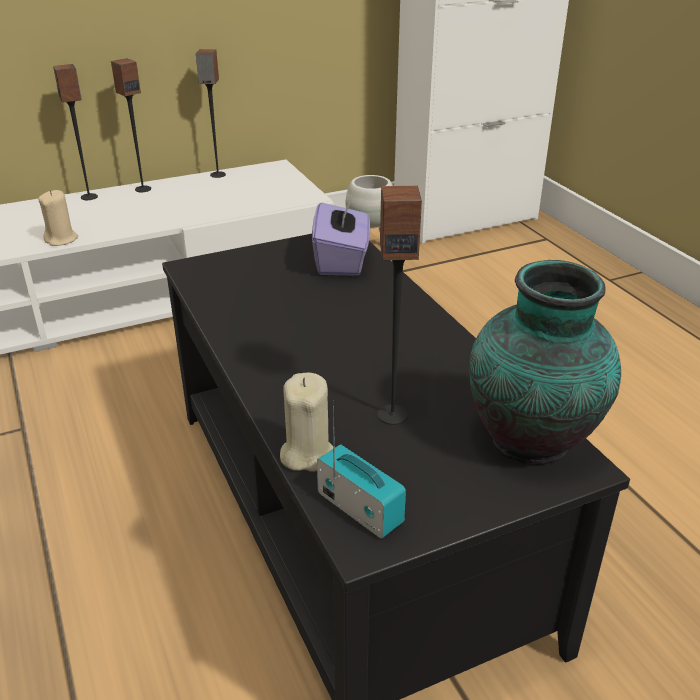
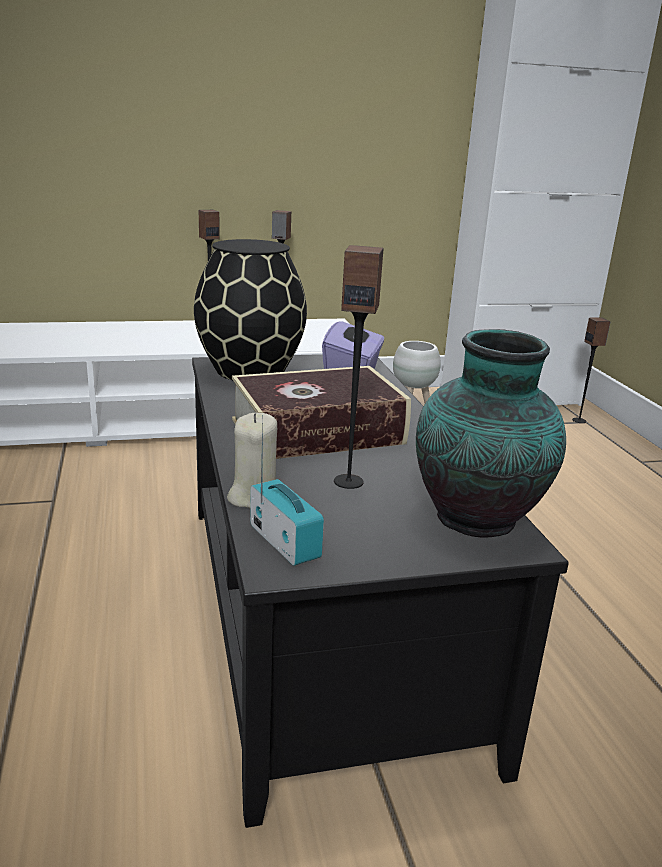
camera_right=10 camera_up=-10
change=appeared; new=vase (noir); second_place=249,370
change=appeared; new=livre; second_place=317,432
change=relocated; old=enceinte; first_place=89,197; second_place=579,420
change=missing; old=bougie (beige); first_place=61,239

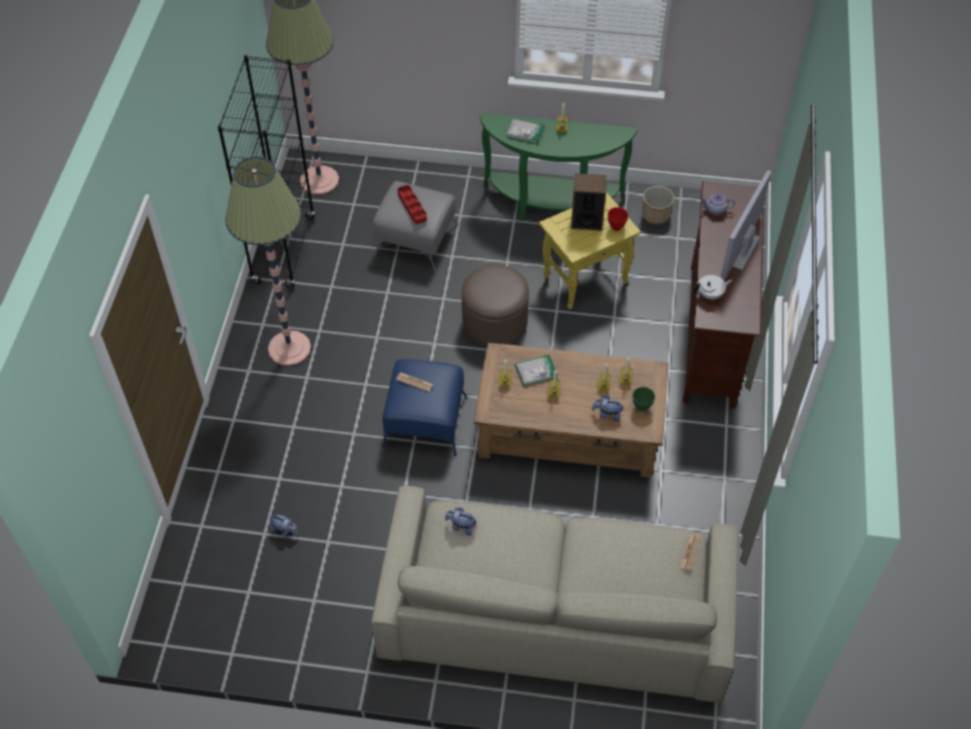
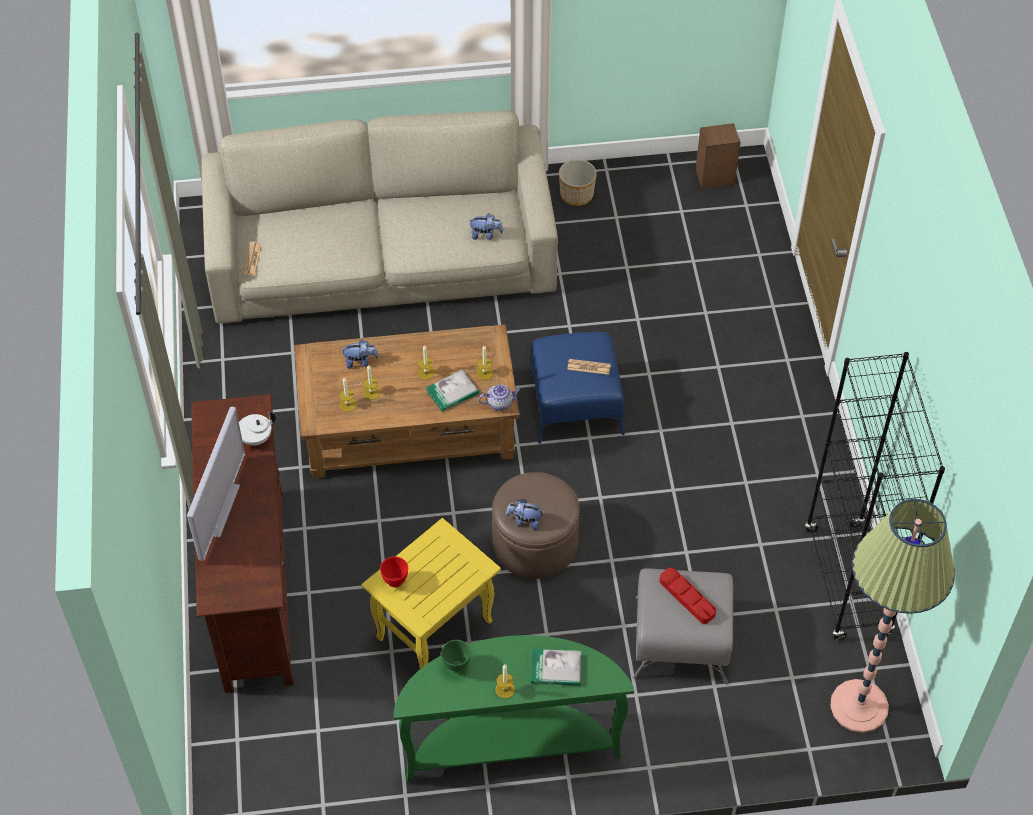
camera_right=165 camera_up=0
change=relocated; old=bol (vert); first_place=641,407; second_place=457,666
change=relocated; old=théière; first_place=715,210; second_place=500,403
change=relocated; old=peluche; first_place=285,531; second_place=525,521
change=relocated; old=cache-pot; first_place=655,215; second_place=577,194
change=relocated; old=enceinte; first_place=586,220; second_place=715,177
change=missing; old=lampadaire; first_place=289,348

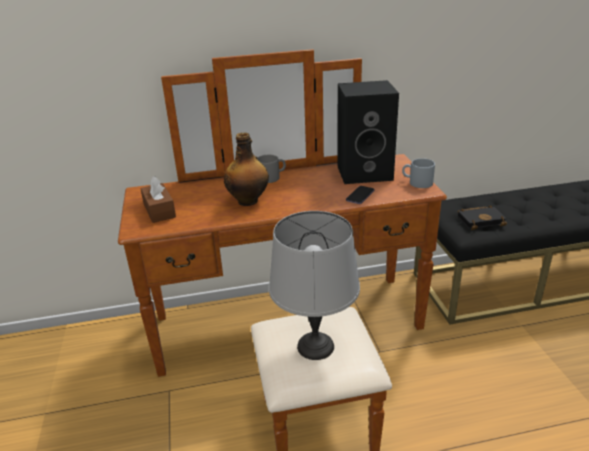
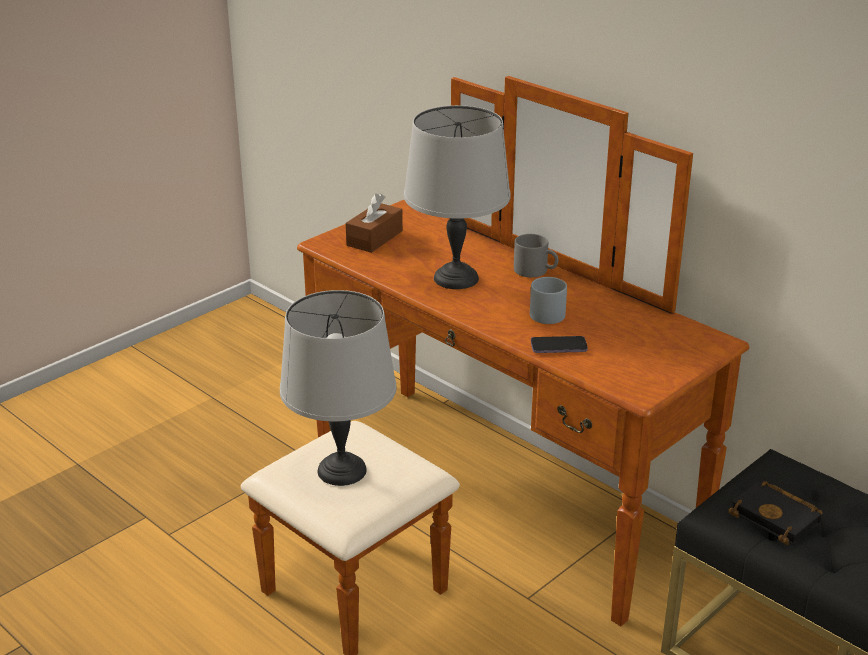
camera_right=55 camera_up=0
change=exchanged; old=bouteille; new=lampe de table (gris); first_place=248,201; second_place=456,279
change=relocated; old=mug (gris); first_place=416,183; second_place=545,312
change=missing; old=enceinte (noir); first_place=365,172

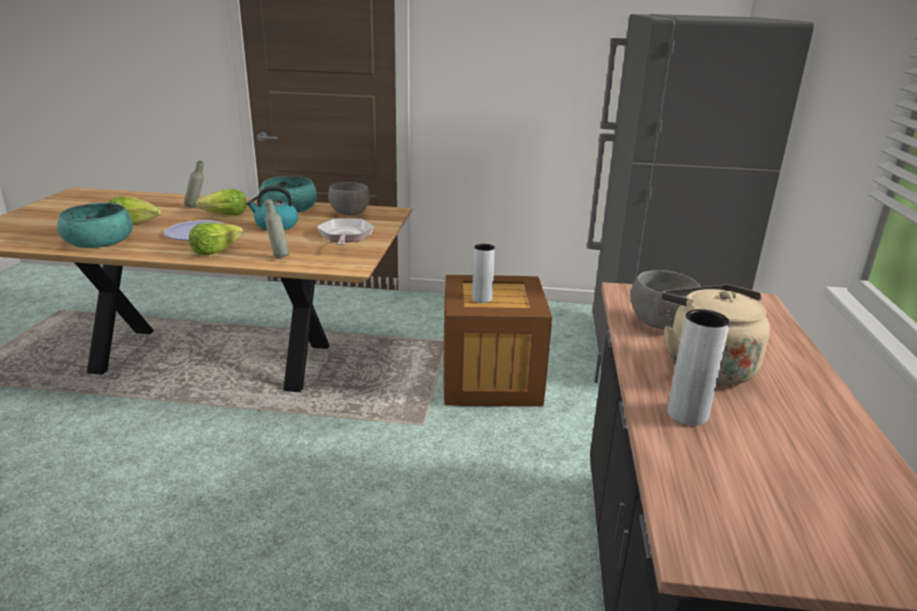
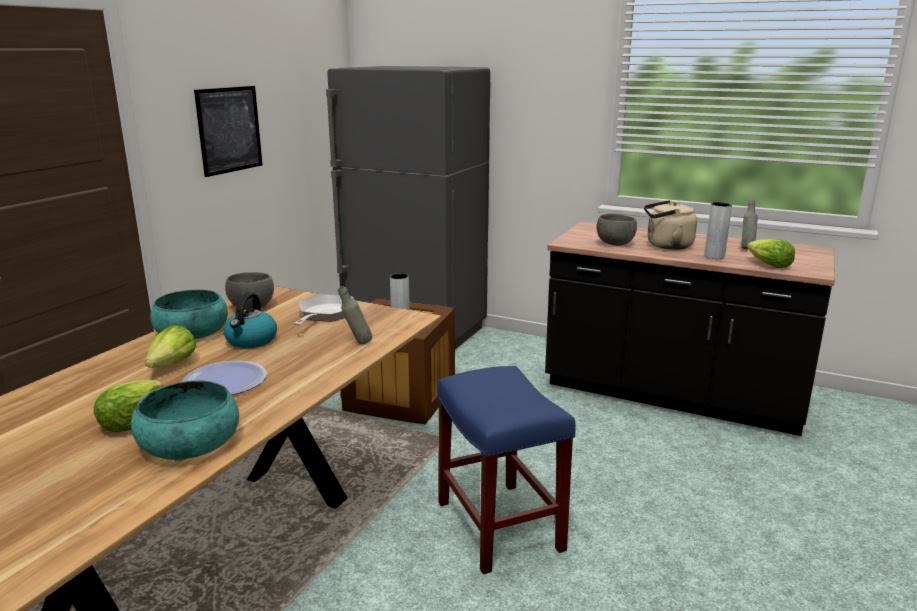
camera_right=-70 camera_up=-5
change=appeared; new=tableau; second_place=229,130
change=spun; old=poêle; first_place=345,236; second_place=325,314; degrees=90
change=appeared; new=tabouret (bleu); second_place=500,527
change=relocated; old=bouteille (gris); first_place=197,207; second_place=746,248
change=relocated; old=laitue; first_place=215,251; second_place=768,265

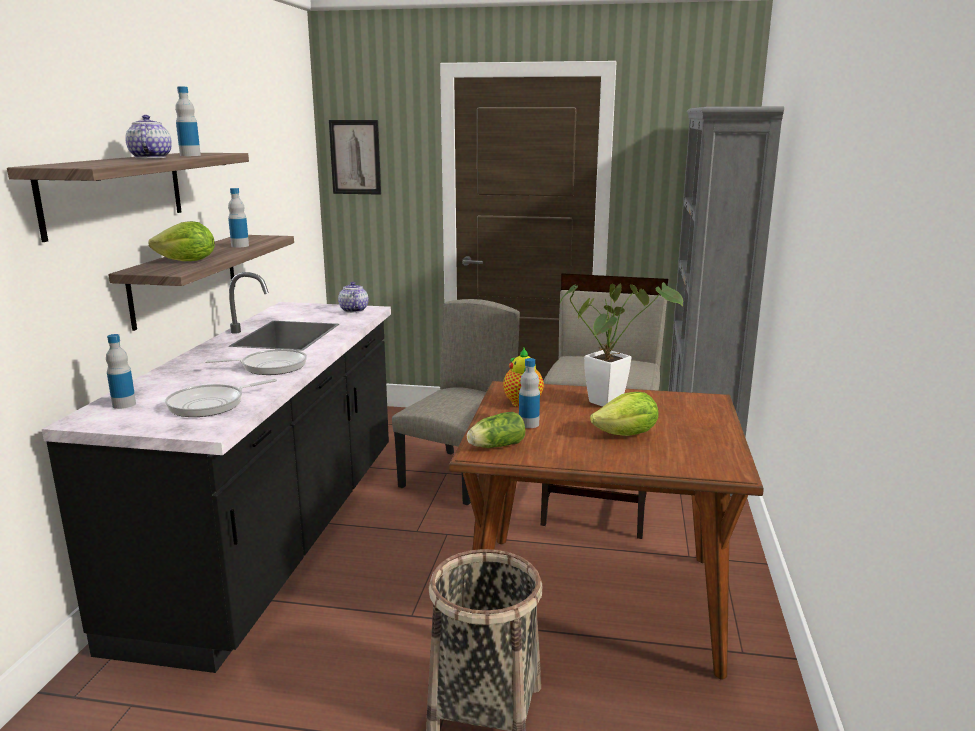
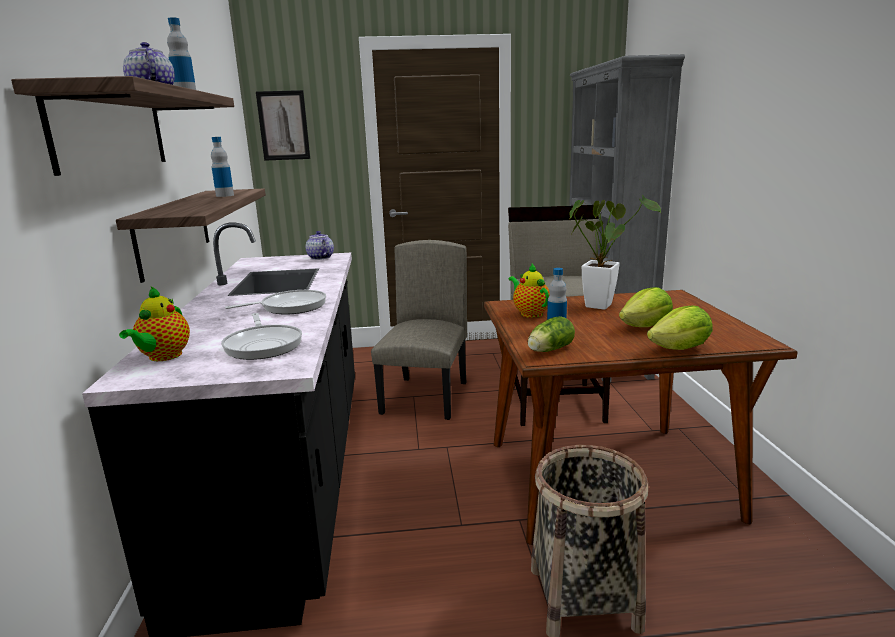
camera_right=-15 camera_up=0
change=exchanged; old=bouteille; new=théière; first_place=124,404; second_place=163,357
change=spun; old=poêle; first_place=211,404; second_place=263,345; degrees=-60
change=relocated; old=laitue; first_place=187,262; second_place=680,349

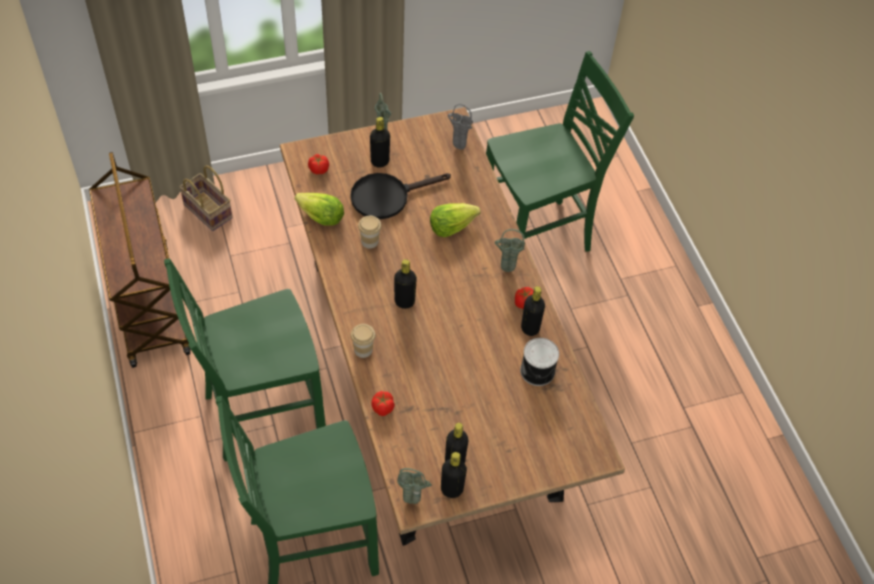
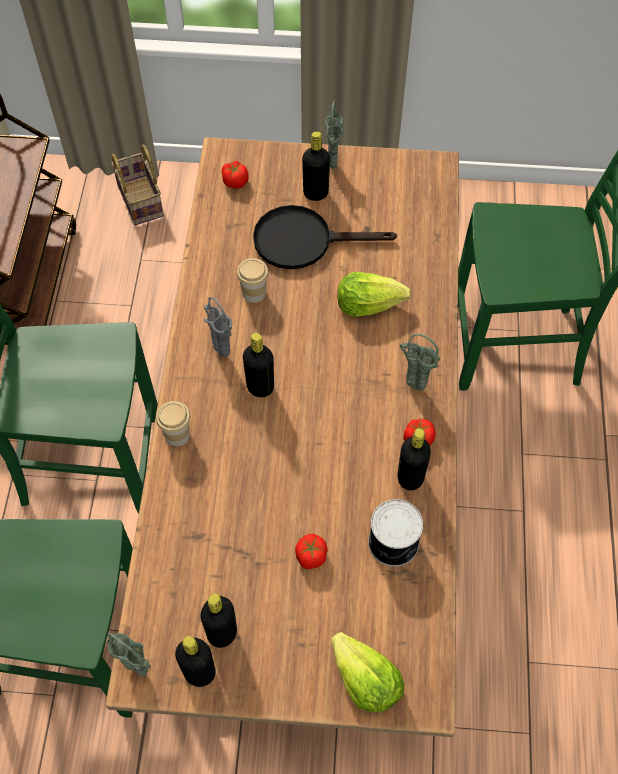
camera_right=25 camera_up=5
change=relocated; old=vase (gris); first_place=457,147; second_place=220,352
change=relocated; old=tomate; first_place=383,408; second_place=311,556
change=relocated; old=laitue; first_place=320,217; second_place=365,680

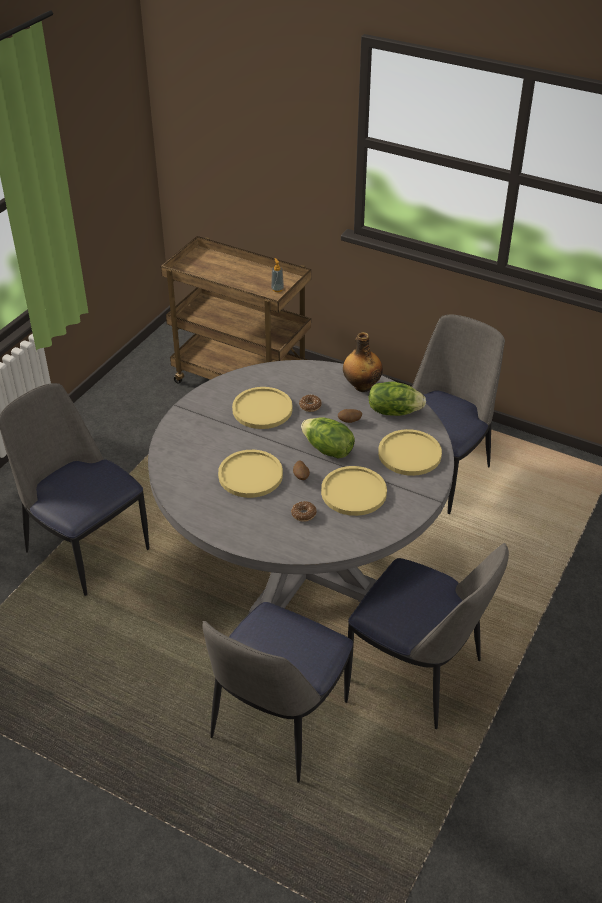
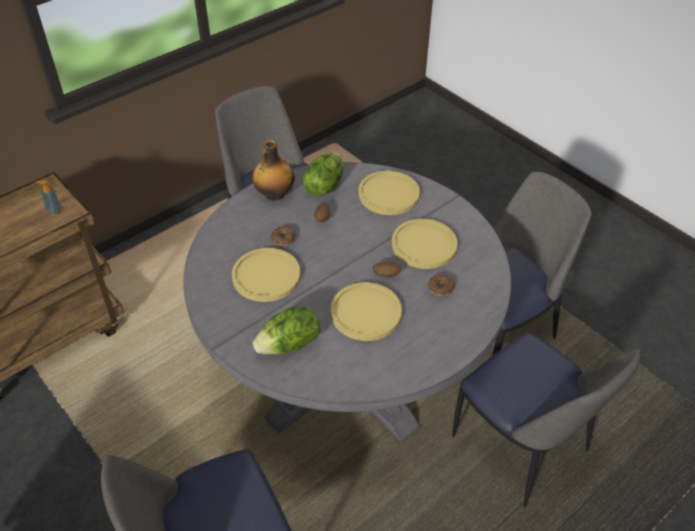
camera_right=-70 camera_up=5
change=relocated; old=laitue; first_place=327,450; second_place=289,344

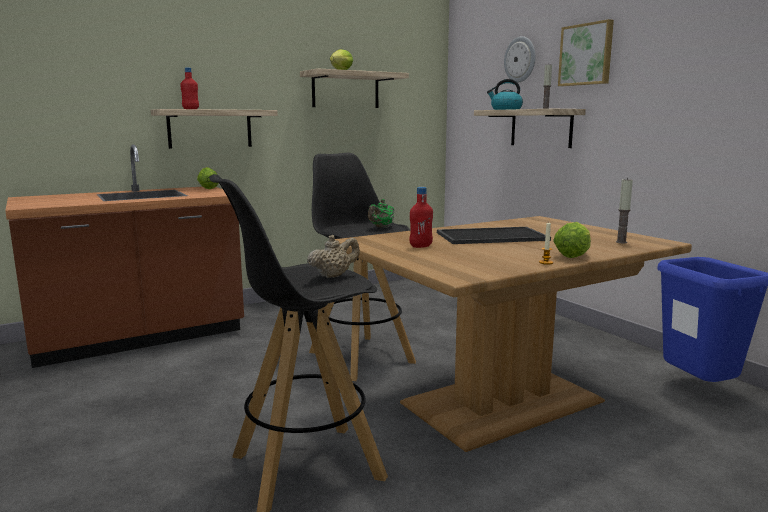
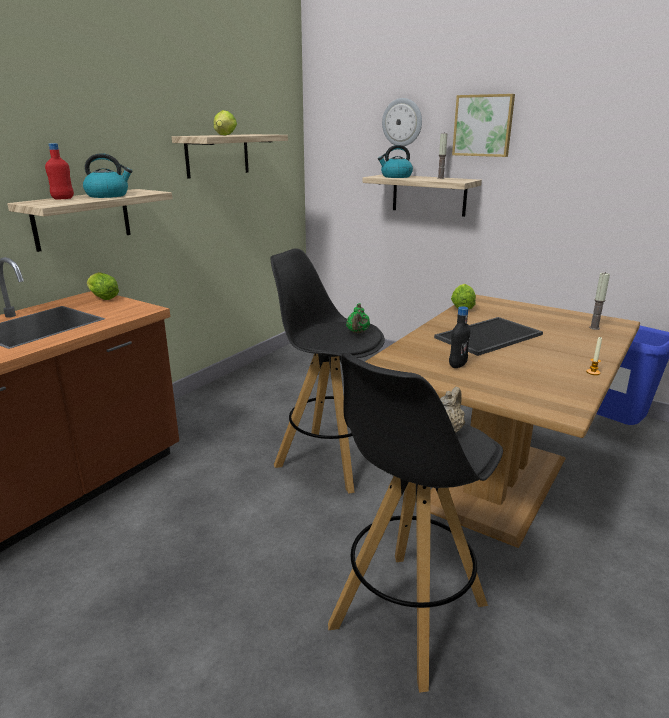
camera_right=-25 camera_up=10
change=appeared; new=bouilloire; second_place=108,195
change=colour; old=bouteille (rouge); new=bouteille (noir); first_place=420,246; second_place=457,365
change=relocated; old=laitue; first_place=573,255; second_place=462,307

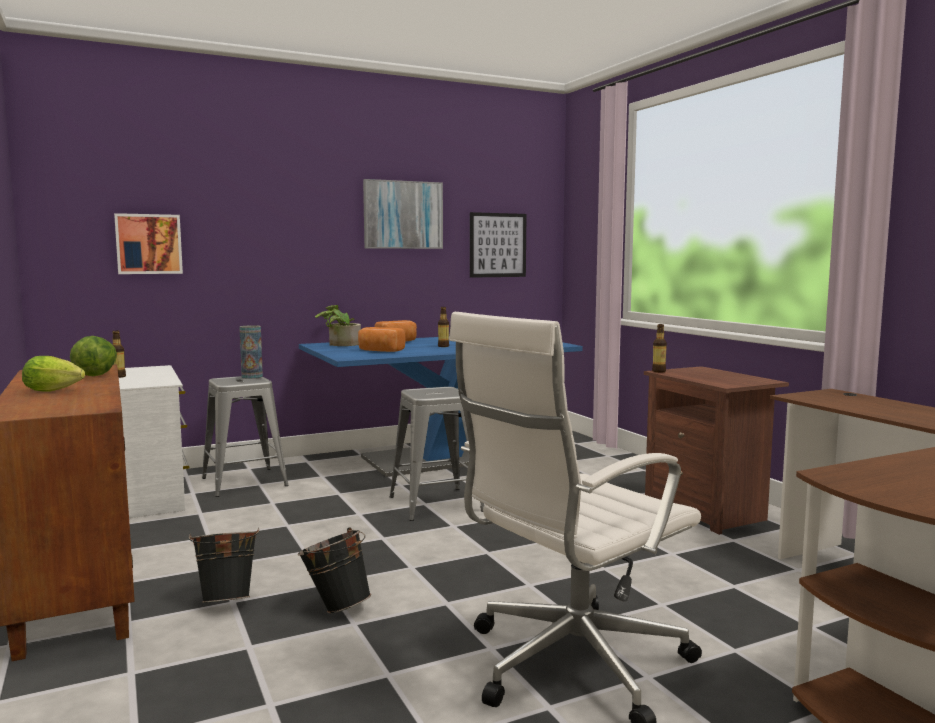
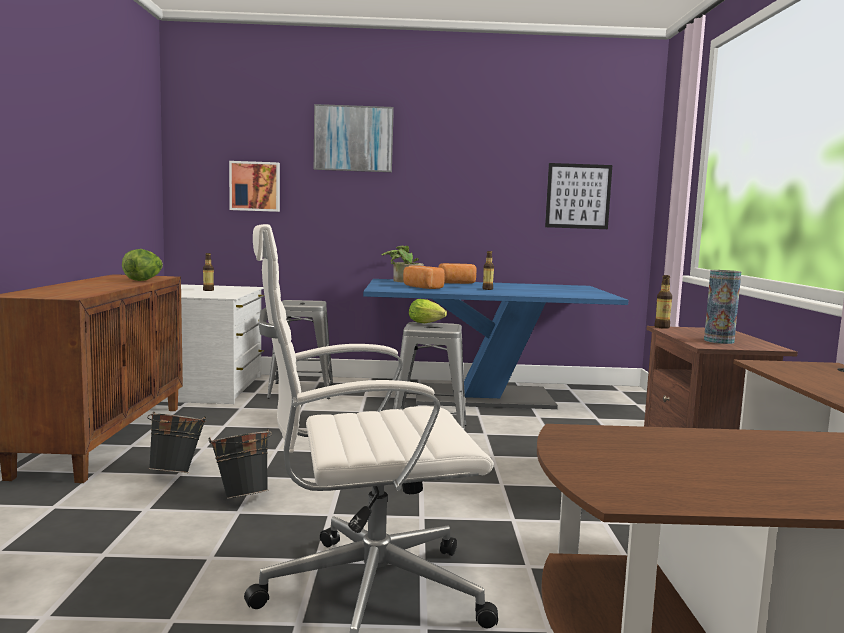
camera_right=25 camera_up=0
change=relocated; old=tableau; first_place=403,215; second_place=353,138
change=relocated; old=laitue; first_place=56,391; second_place=427,323
change=relocated; old=vase; first_place=252,377; second_place=719,341

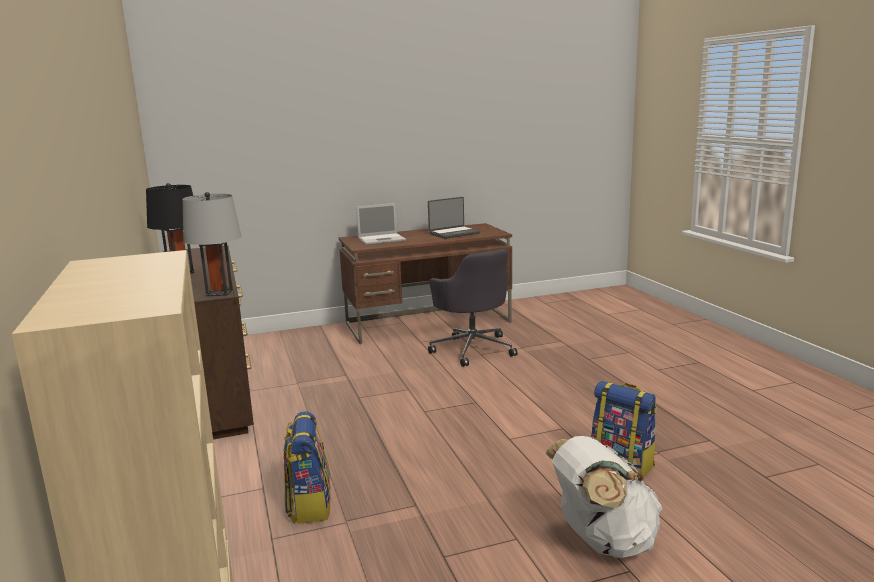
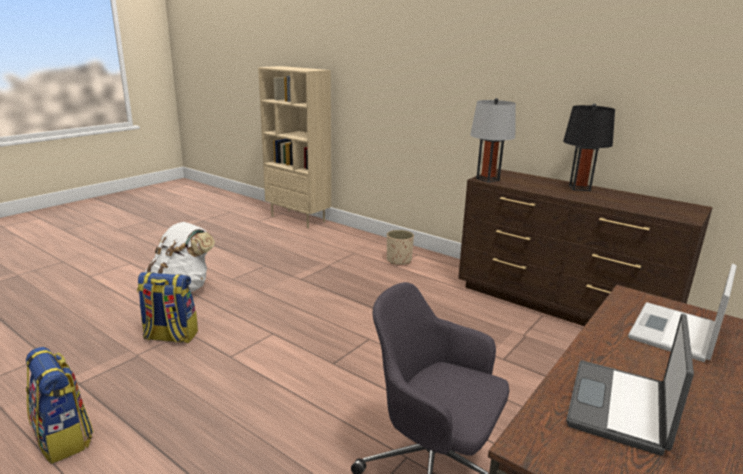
camera_right=145 camera_up=5
change=relocated; old=sac à dos; first_place=309,505; second_place=64,438
change=appeared; new=cache-pot (beige); second_place=399,260

